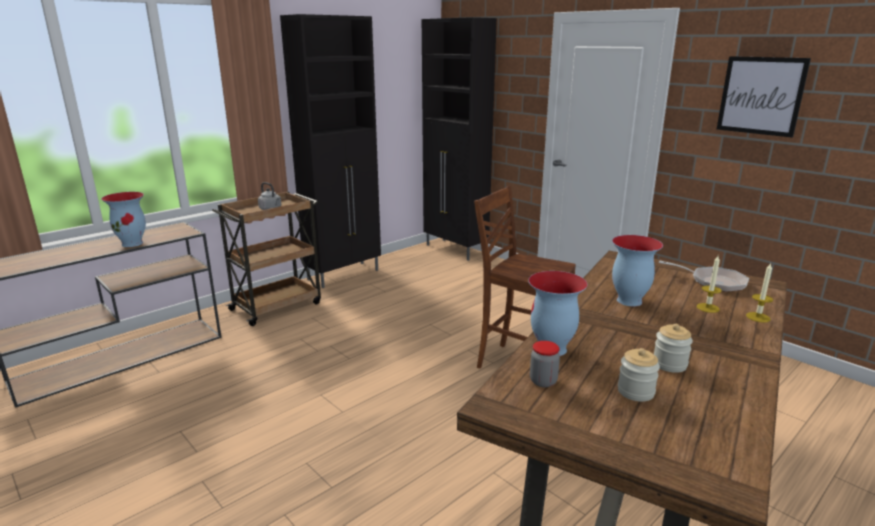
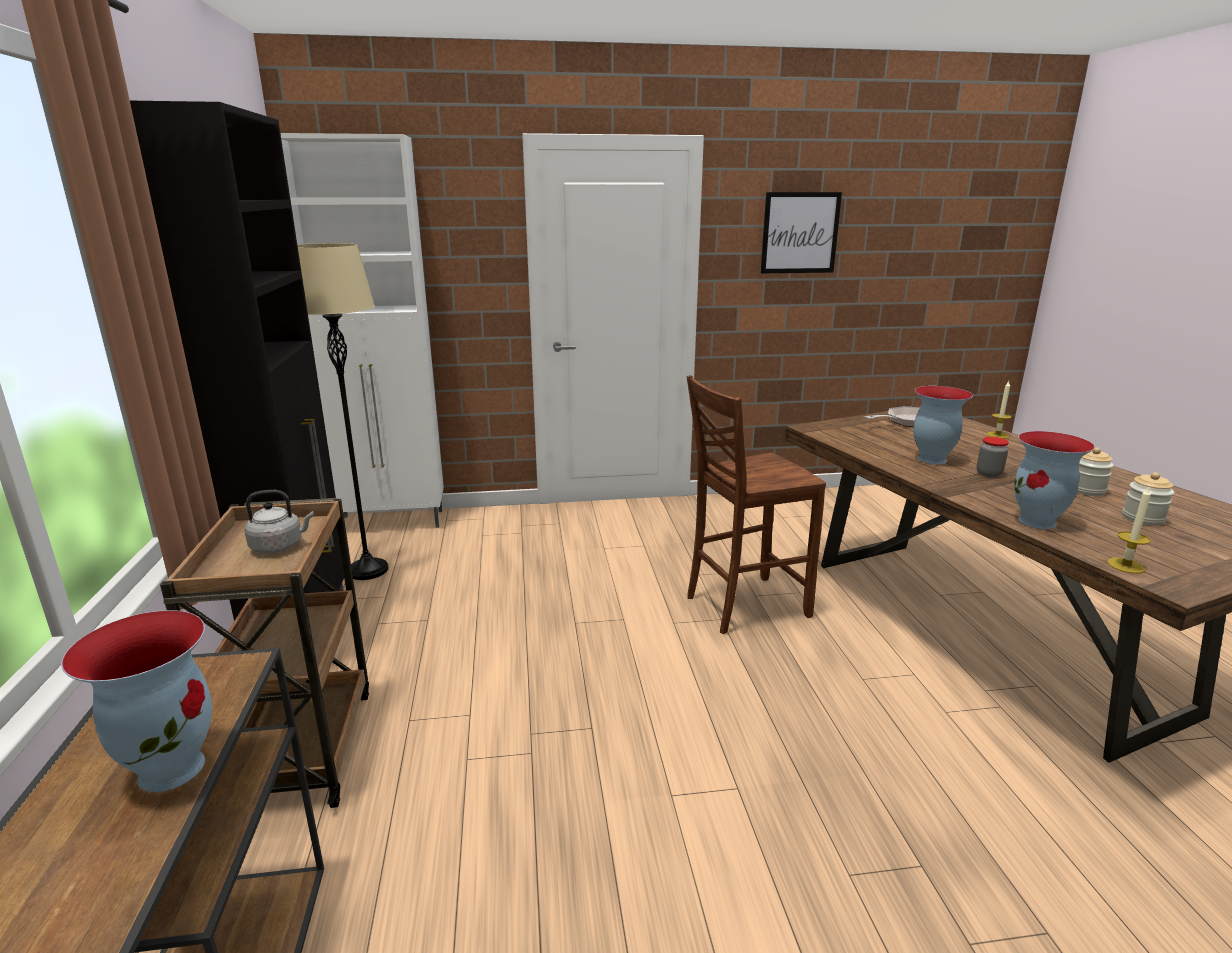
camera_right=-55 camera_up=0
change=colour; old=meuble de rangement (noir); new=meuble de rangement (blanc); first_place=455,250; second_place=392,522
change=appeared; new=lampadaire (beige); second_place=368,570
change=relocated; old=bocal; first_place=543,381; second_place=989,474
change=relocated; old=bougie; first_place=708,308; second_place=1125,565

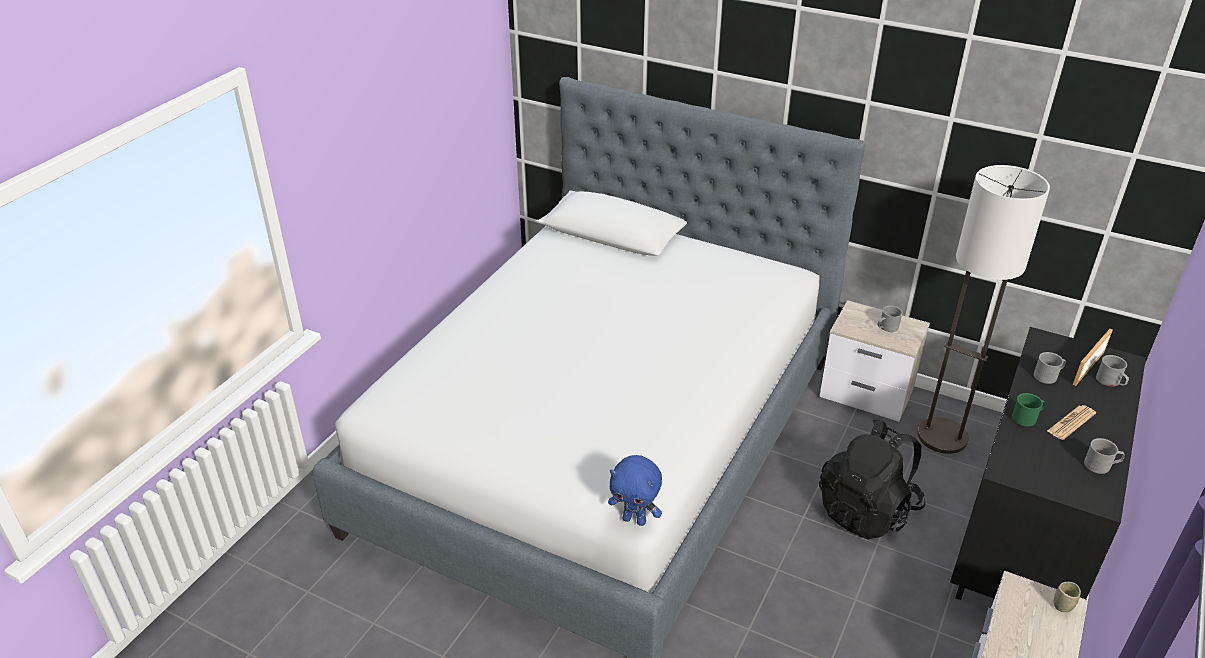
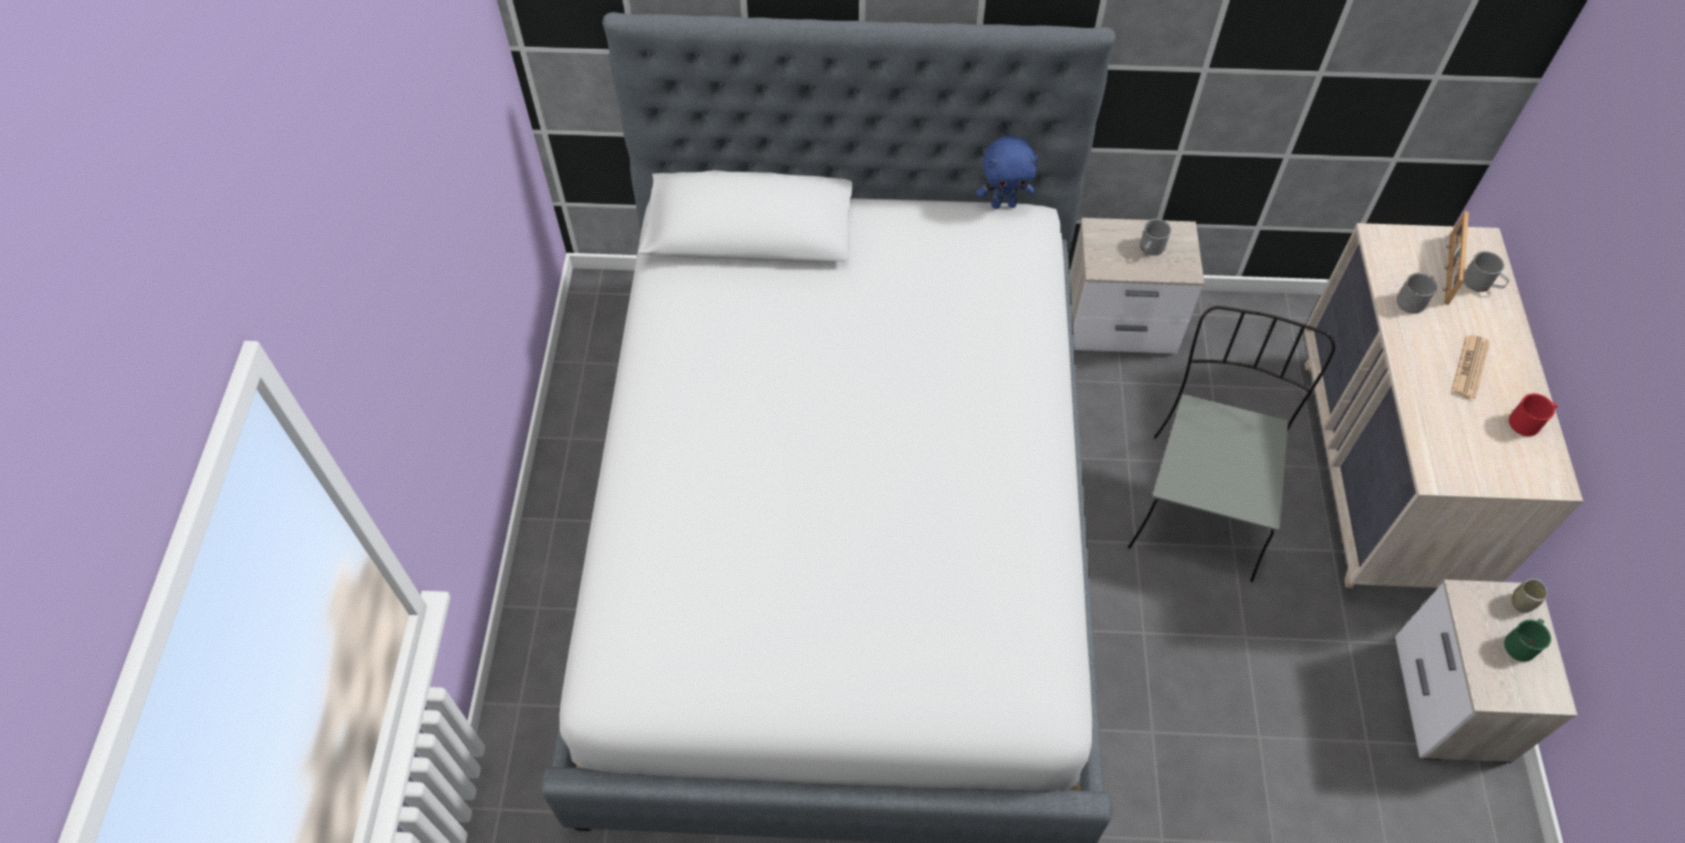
camera_right=-25 camera_up=20
change=relocated; old=peluche (bleu); first_place=635,520; second_place=1004,204
change=exchanged; old=sac à dos (noir); new=chaise (gris); first_place=867,510; second_place=1201,503
change=colour; old=commode (noir); new=commode (beige); first_place=1023,539; second_place=1379,473
change=relocated; old=mug (vert); first_place=1027,418; second_place=1522,643
change=colour; old=mug (gris); new=mug (rouge); first_place=1101,465; second_place=1528,422
change=missing; old=lampadaire; first_place=942,436

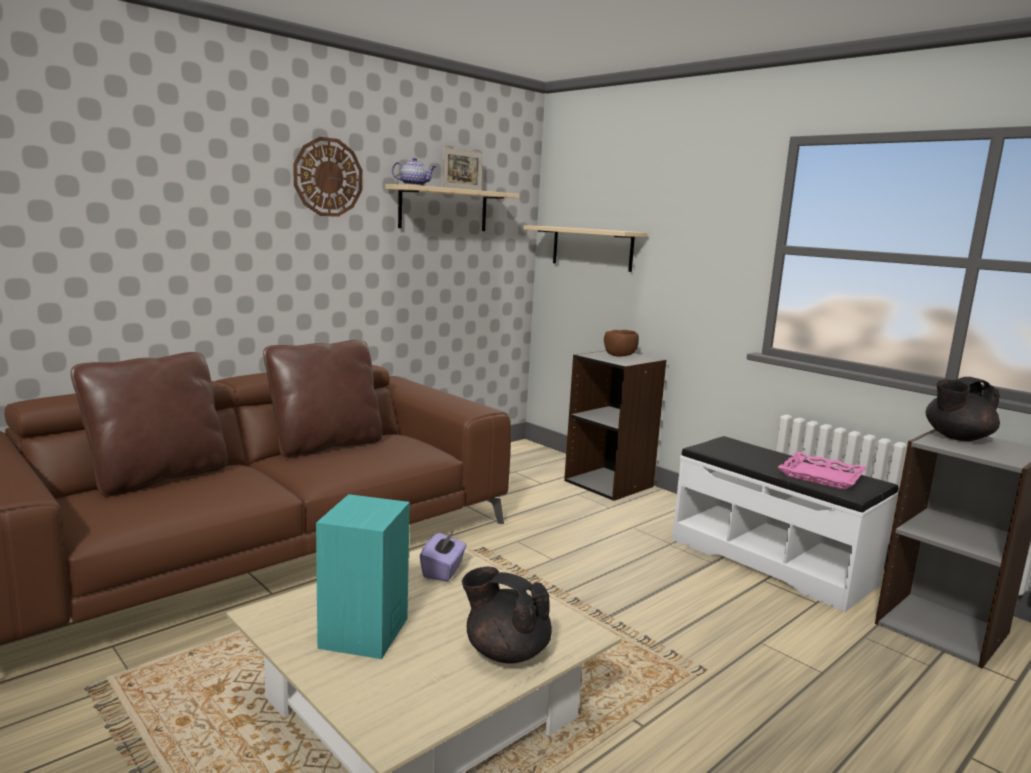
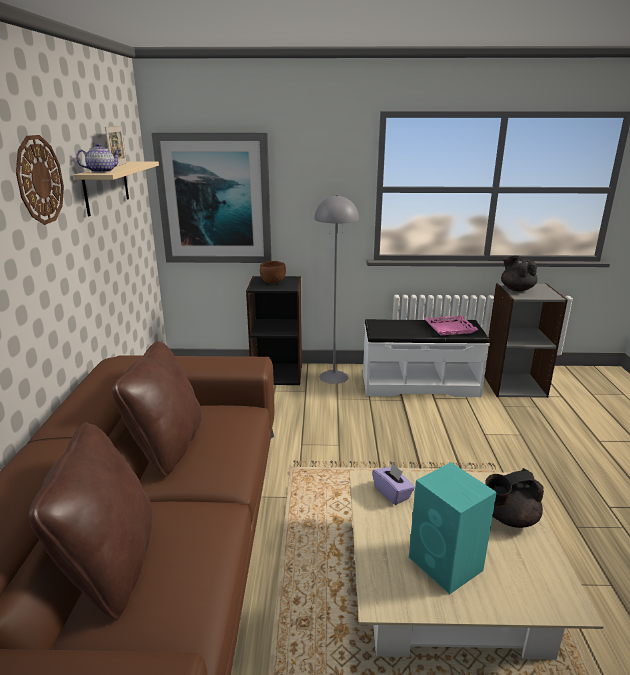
camera_right=-45 camera_up=10
change=exchanged; old=étagère (beige); new=tableau; first_place=592,248; second_place=215,199
change=appeared; new=lampadaire (gris); second_place=334,377
change=spun; old=théière (noir); first_place=956,437; second_place=516,289; degrees=135

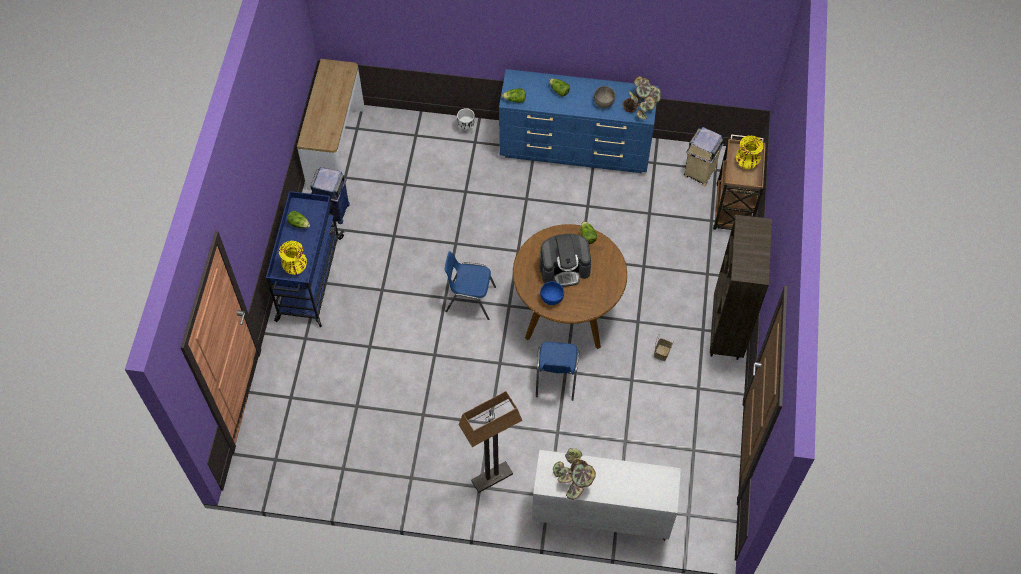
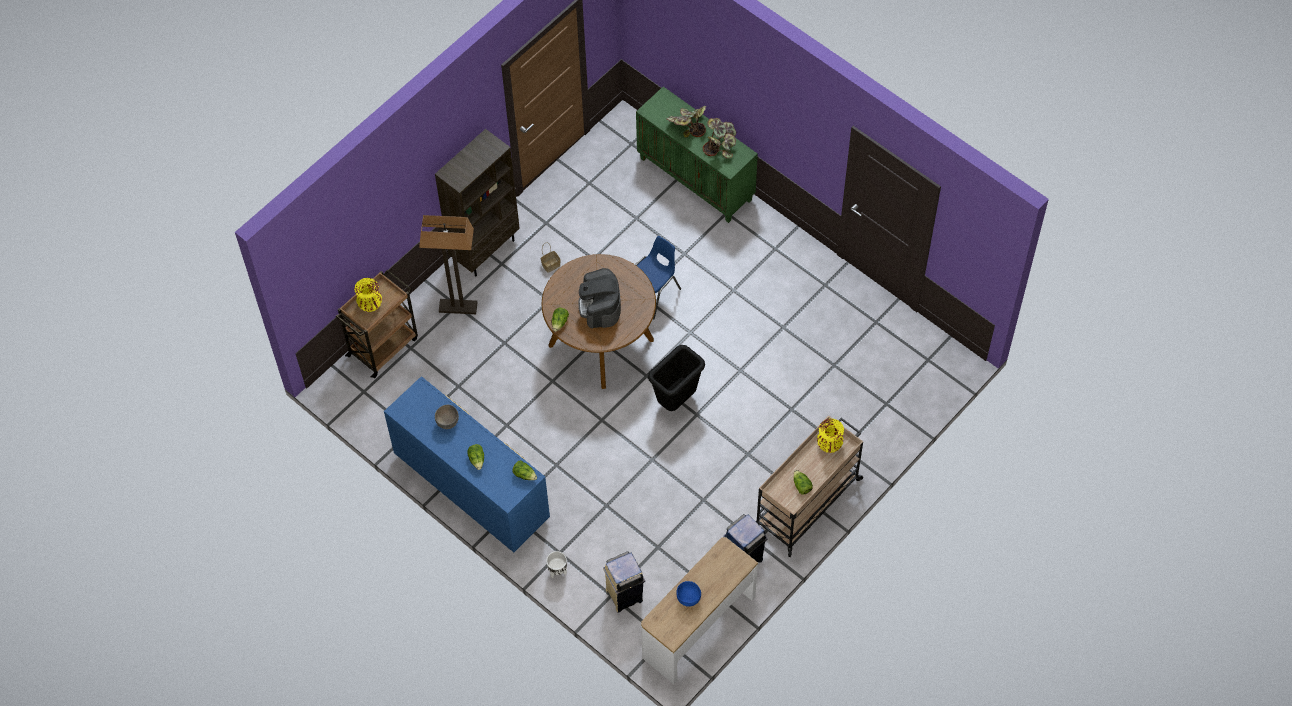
camera_right=-145 camera_up=0
change=relocated; old=lampadaire; first_place=492,477; second_place=457,307
change=spun; old=machine à café; first_place=564,268; second_place=600,307; degrees=-120
change=relocated; old=poubelle (beige); first_place=699,173; second_place=625,595
change=colour; old=meuble de rangement (blanc); new=meuble de rangement (vert); first_place=600,514; second_place=697,179
change=exchanged; old=chaise (bleu); new=poubelle (noir); first_place=470,299; second_place=676,400
change=relocated; old=plante en pot; first_place=641,105; second_place=687,126
change=relocated; old=bol (bleu); first_place=551,298; second_place=688,599
change=colour; old=chariot (bleu); new=chariot (beige); first_place=309,279; second_place=808,502

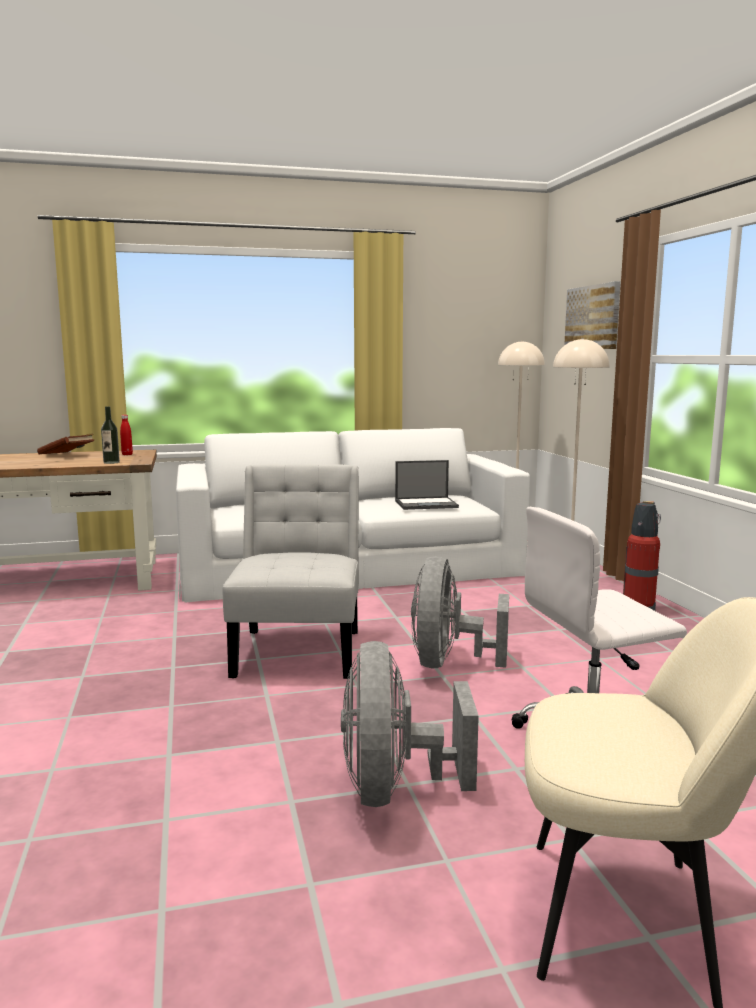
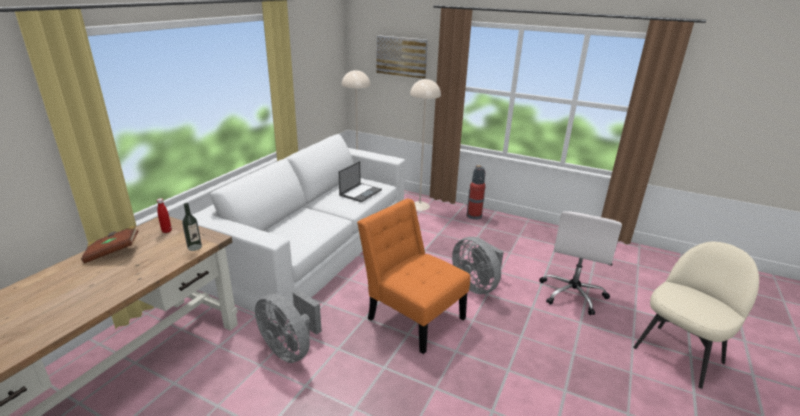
camera_right=-50 camera_up=15
change=relocated; old=ventilateur (gris); first_place=394,789; second_place=290,349
change=colour; old=chaise (blanc); new=chaise (orange); first_place=299,649; second_place=412,316

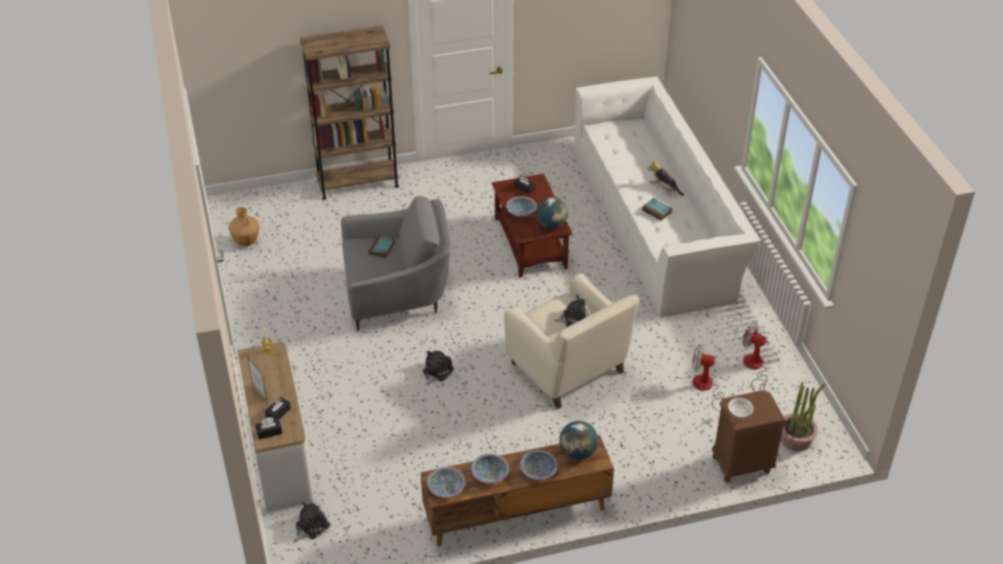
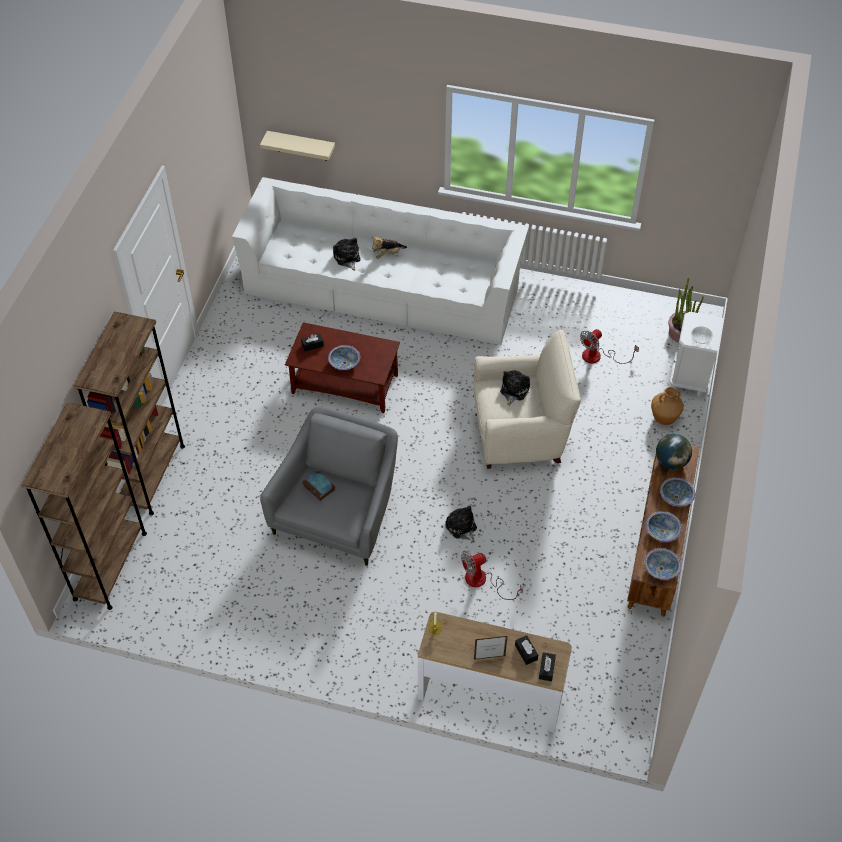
camera_right=-60 camera_up=10
change=appeared; new=bibliothèque (marron); second_place=110,565
change=appeared; new=étagère (beige); second_place=301,146
change=relocated; old=peluche; first_place=311,526; second_place=347,258
change=relocated; old=ventilateur; first_place=754,367; second_place=483,581
change=relocated; old=vase (marron); first_place=246,242; second_place=663,419
change=colour; old=table de chevet (marron); new=table de chevet (blanc); first_place=741,465; second_place=689,378
change=missing; old=globe; first_place=551,225
change=missing; old=livre; first_place=657,211

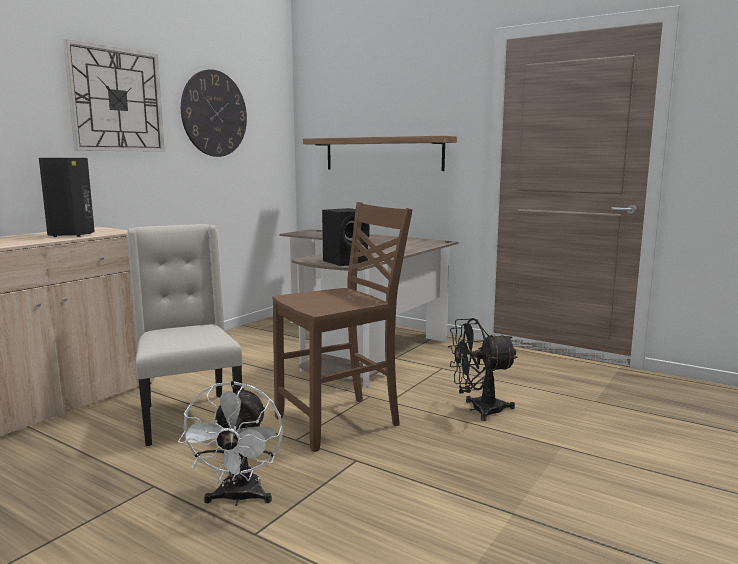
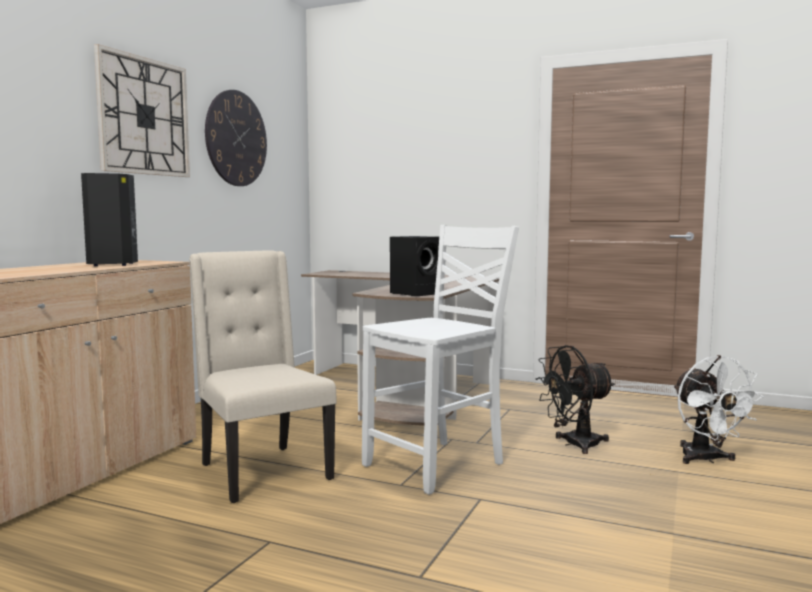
camera_right=-10 camera_up=-5
change=colour; old=chaise (marron); new=chaise (blanc); first_place=340,422; second_place=438,465
change=relocated; old=ventilateur (blanc); first_place=239,498; second_place=706,459
change=missing; old=étagère; first_place=383,154

